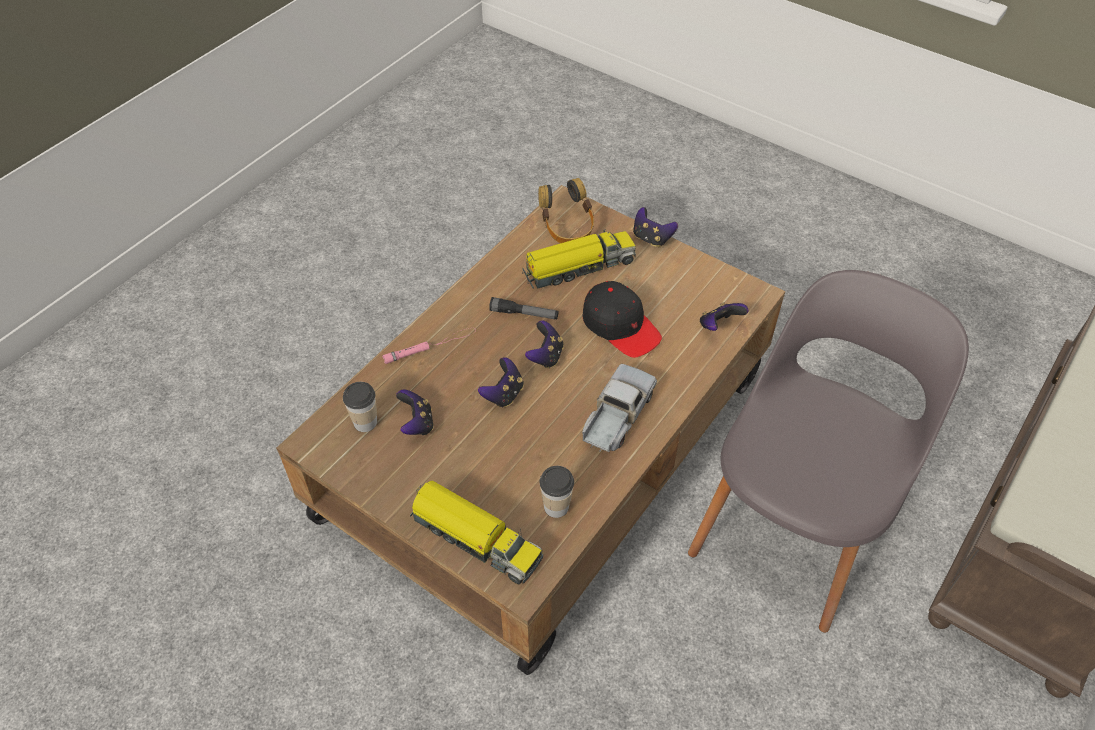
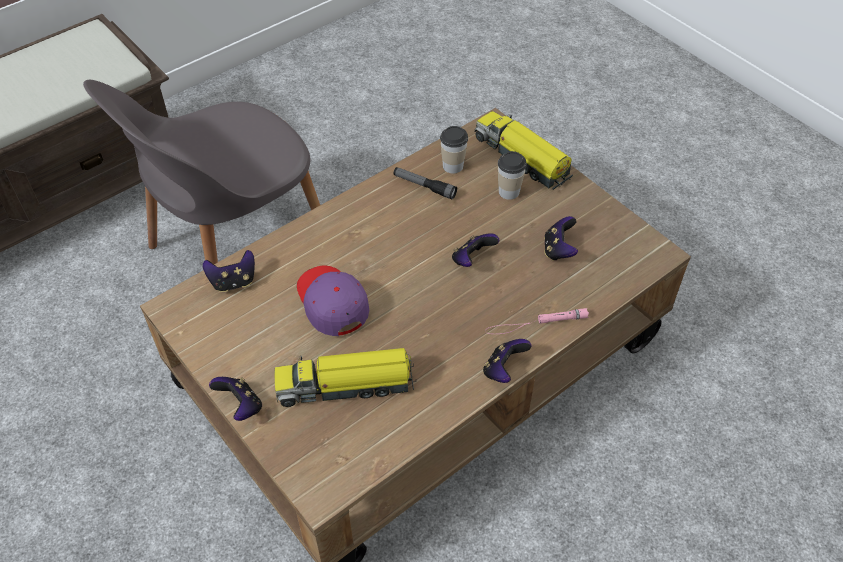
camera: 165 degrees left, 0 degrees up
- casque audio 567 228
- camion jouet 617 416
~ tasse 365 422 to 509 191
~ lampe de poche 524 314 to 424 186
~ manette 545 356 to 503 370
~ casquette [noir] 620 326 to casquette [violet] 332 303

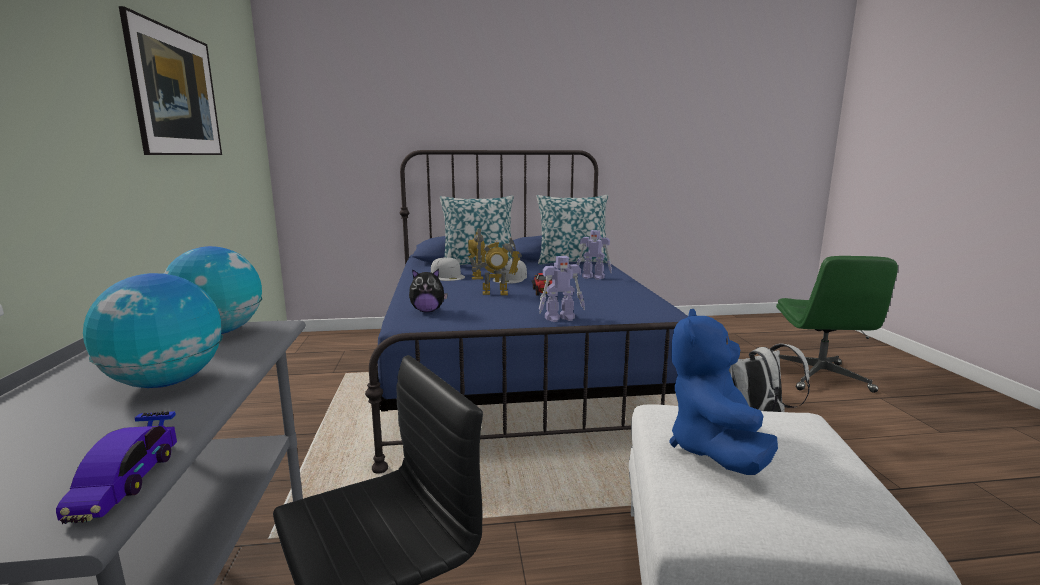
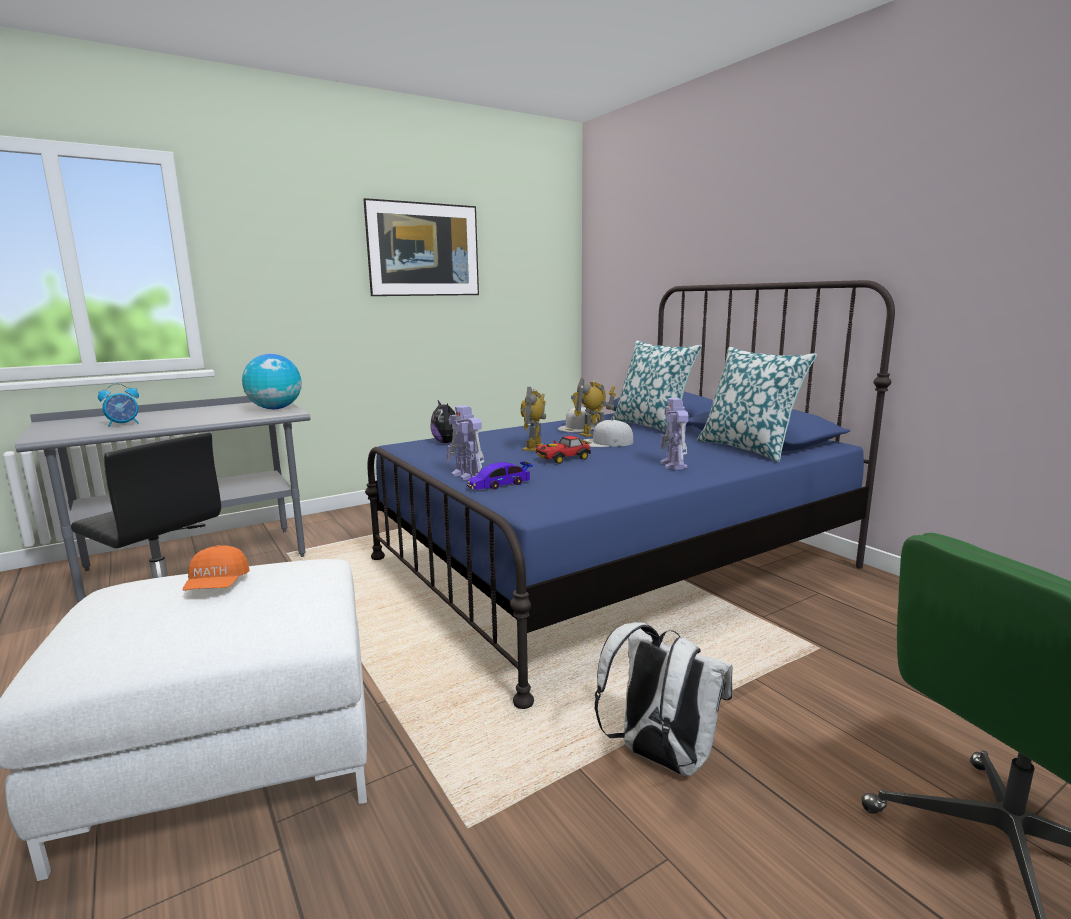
camera: 65 degrees right, 0 degrees up
- globe 165 383
+ réveil 124 424
~ petite voiture 126 480 to 500 485
~ peluche [bleu] 715 450 to casquette [orange] 217 585
~ robot jouet 495 293 = 534 447 45 degrees clockwise

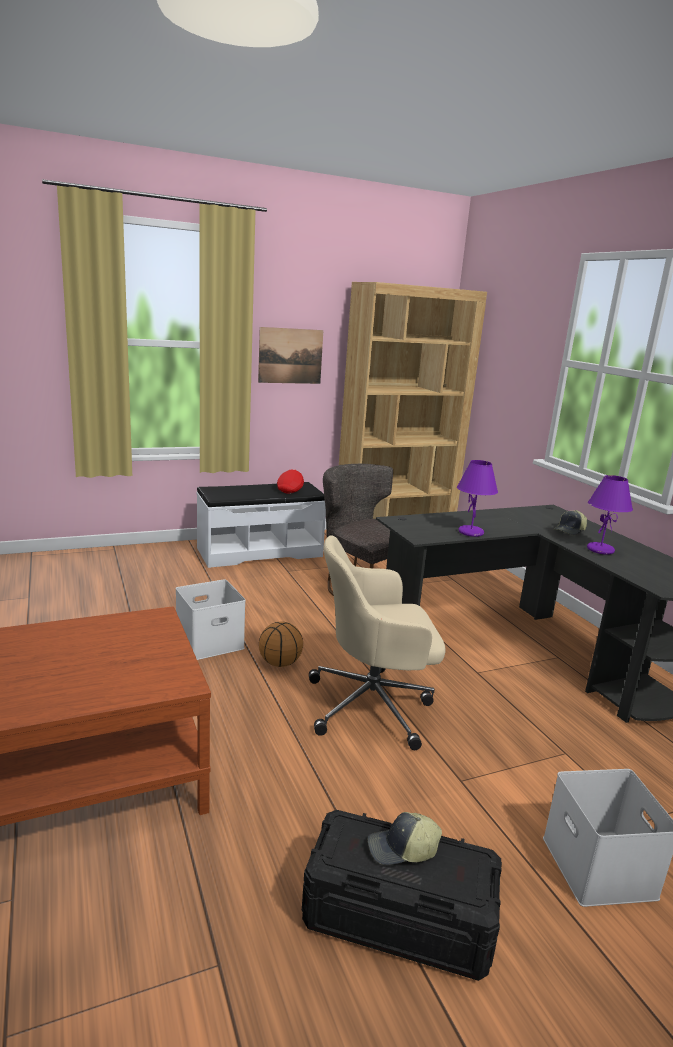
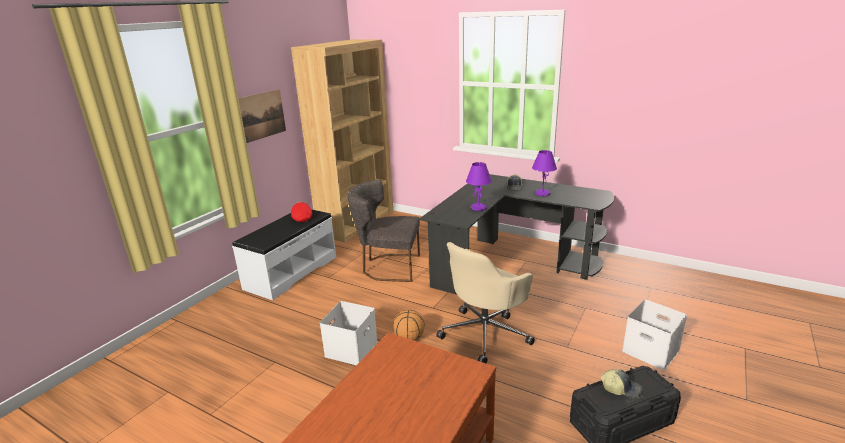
camera: 35 degrees left, 5 degrees up
~ casquette 402 850 = 621 388 120 degrees counterclockwise

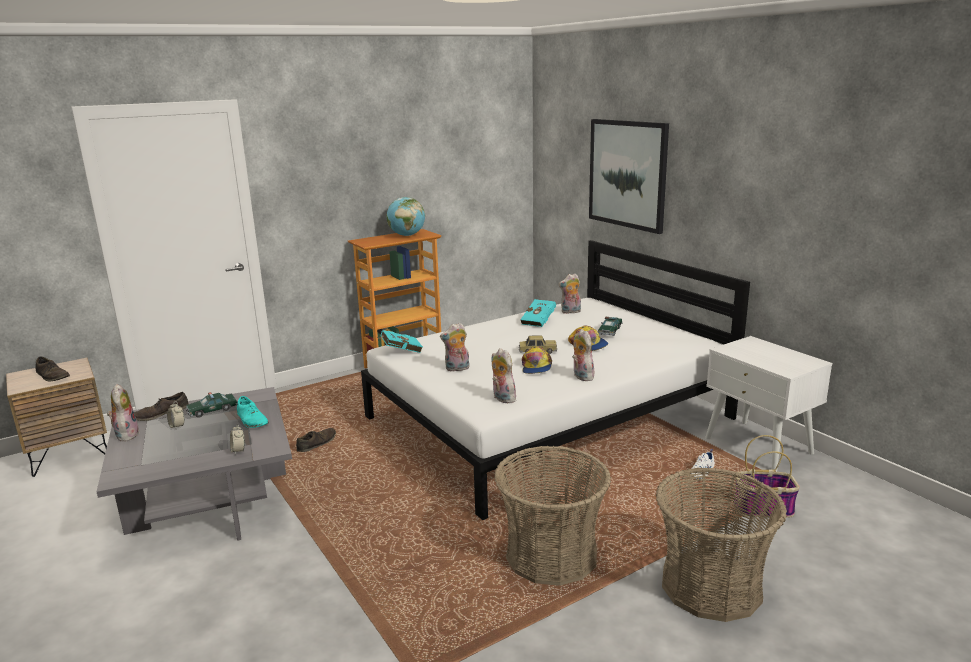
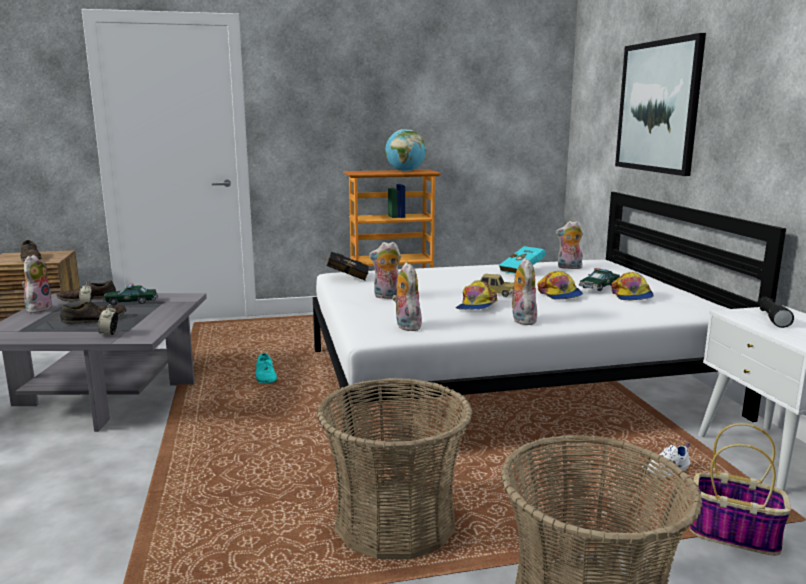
camera: 20 degrees right, 5 degrees down
+ casquette 631 295
+ lampe de poche [noir] 771 318
~ chaussure [turquoise] 252 420 to 266 377
~ chaussure [marron] 317 443 to 95 320
~ livre [turquoise] 400 351 to livre [noir] 346 277

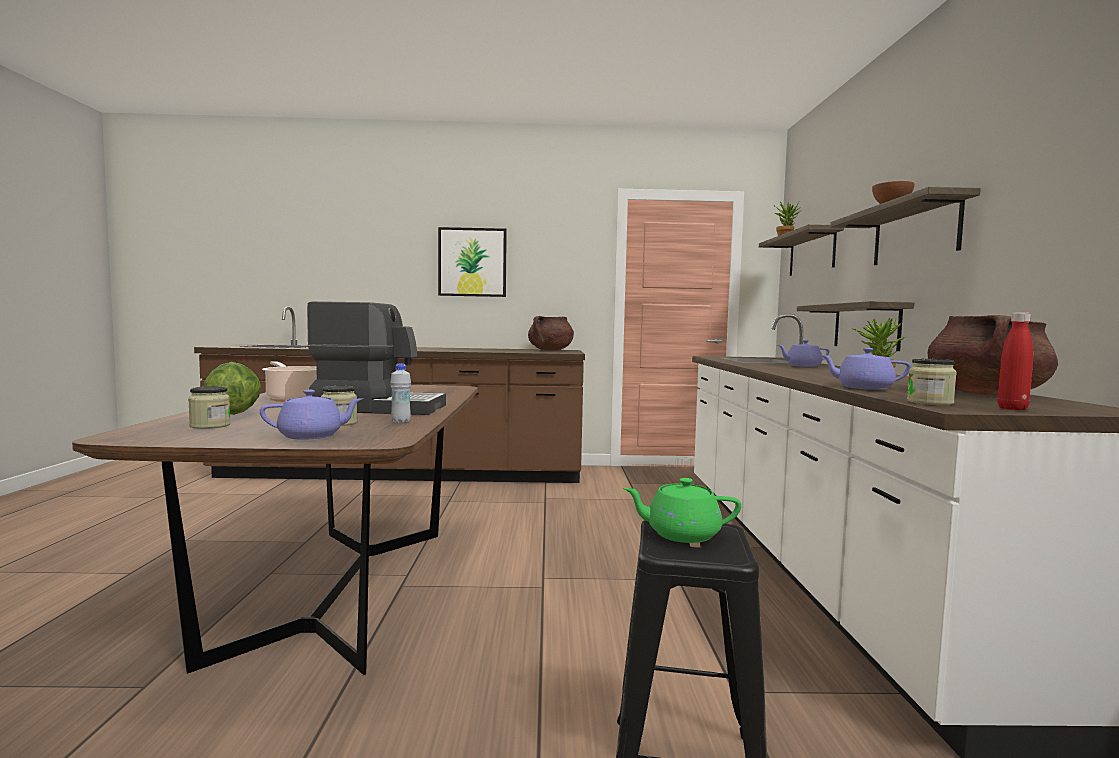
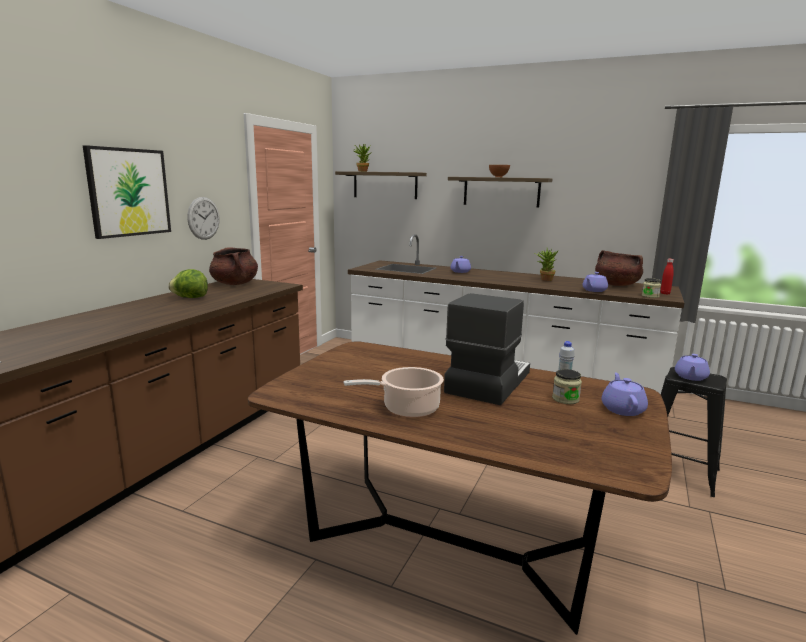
camera: 65 degrees left, 10 degrees up
- bocal 210 426
- étagère 866 326
+ horloge murale 203 218
~ laitue 233 413 to 190 298
~ théière [vert] 681 534 to théière [violet] 690 377

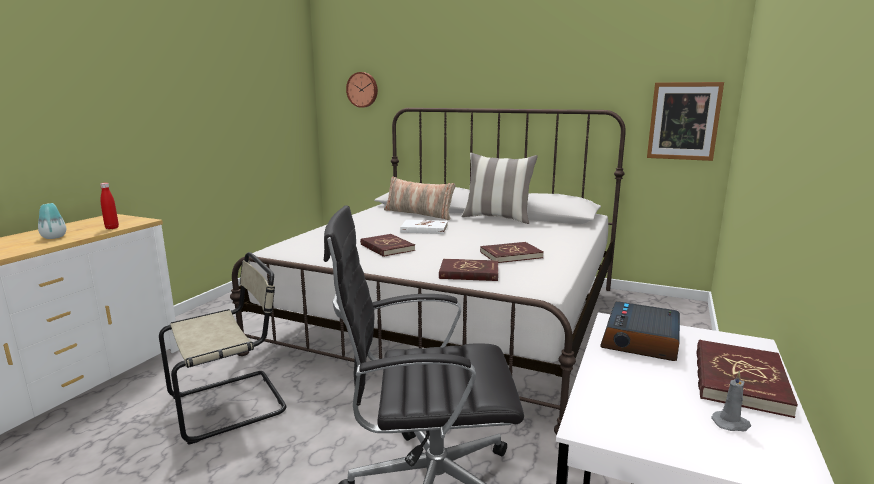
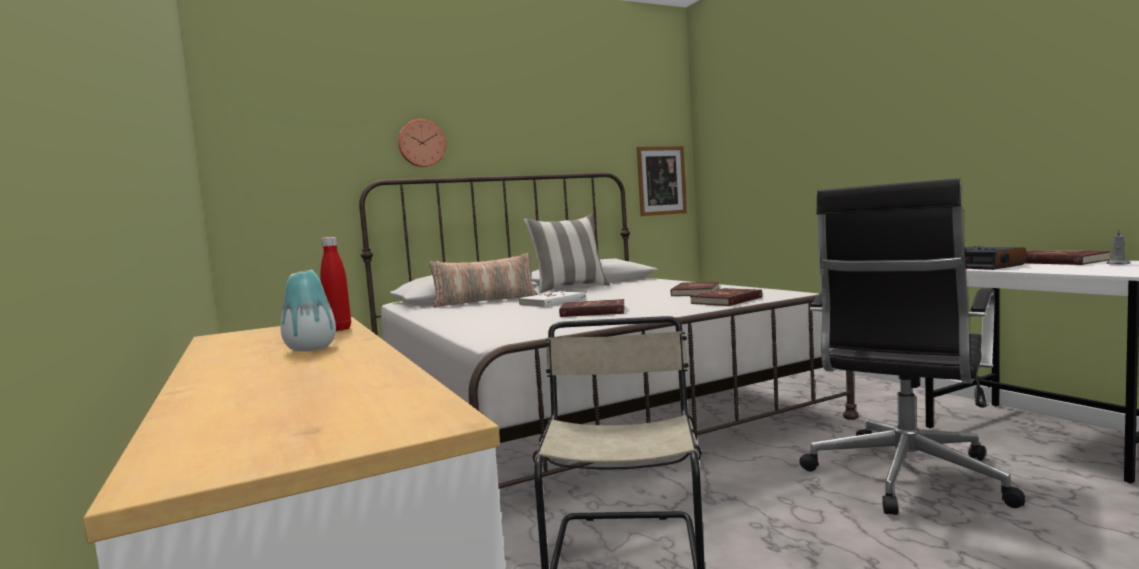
camera: 50 degrees left, 10 degrees down
~ horloge murale 362 89 to 421 143

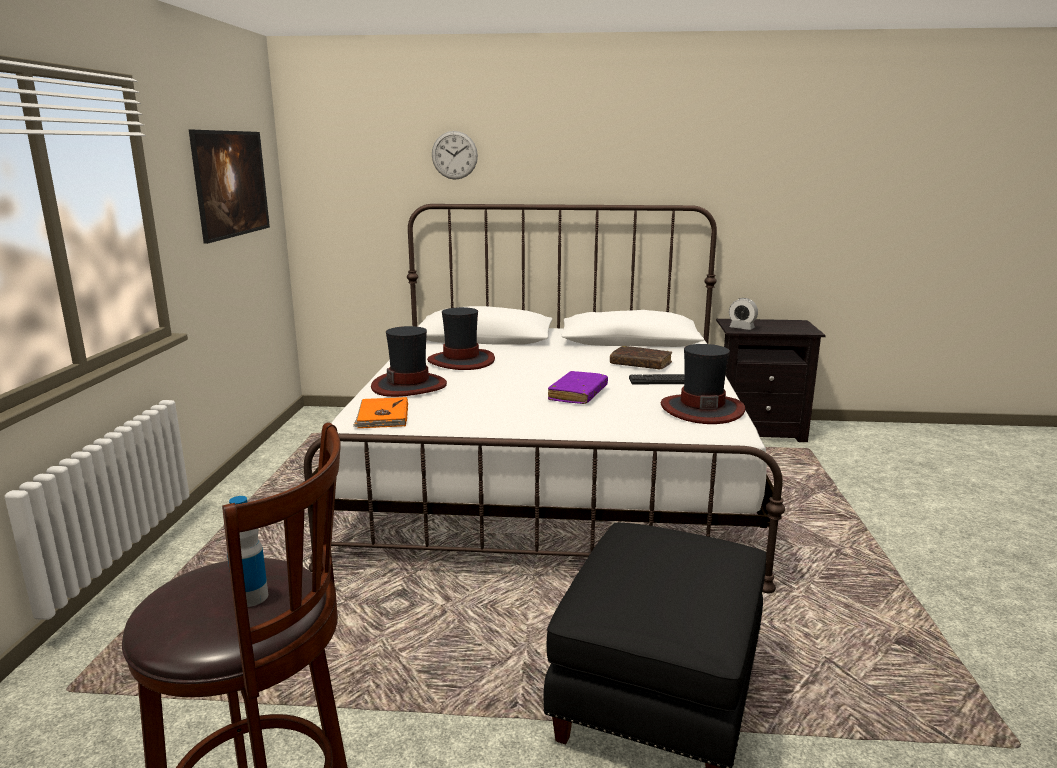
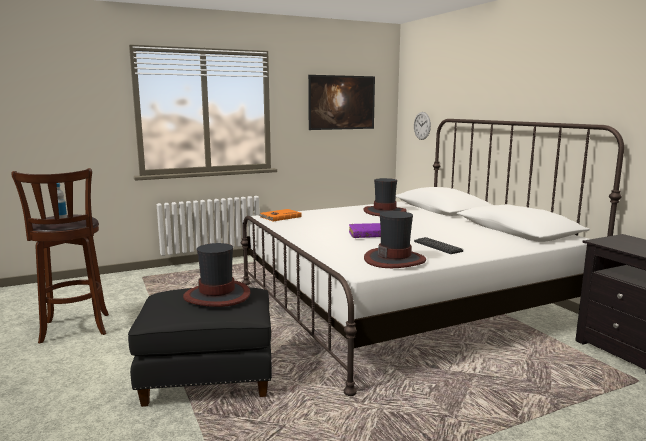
camera: 60 degrees right, 5 degrees down
- livre [marron] 640 364
- réveil 741 328
~ chapeau 409 386 to 217 295
~ horloge murale 454 155 to 422 125

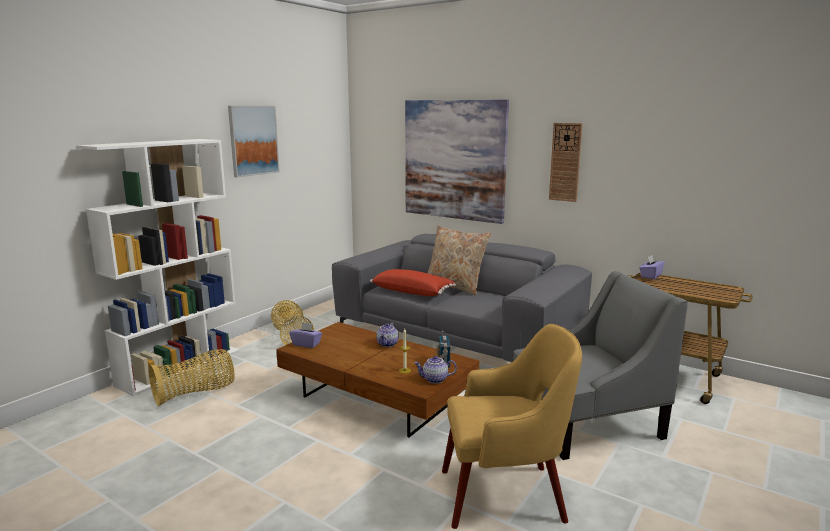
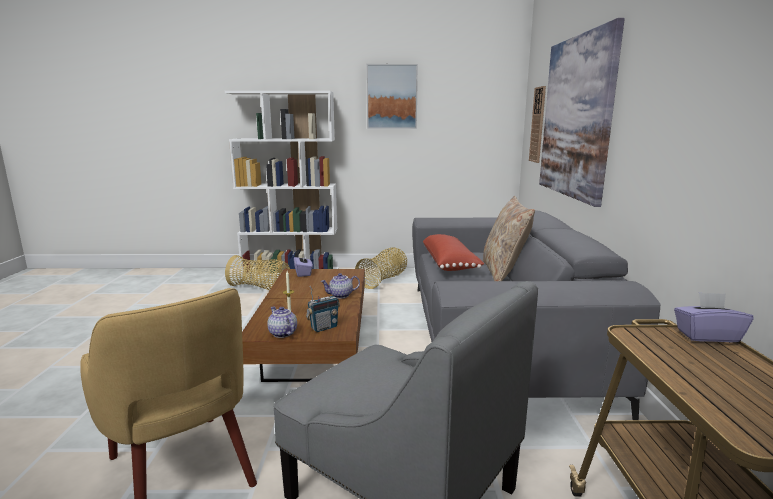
camera: 55 degrees right, 0 degrees up
~ horloge murale 565 162 to 538 125

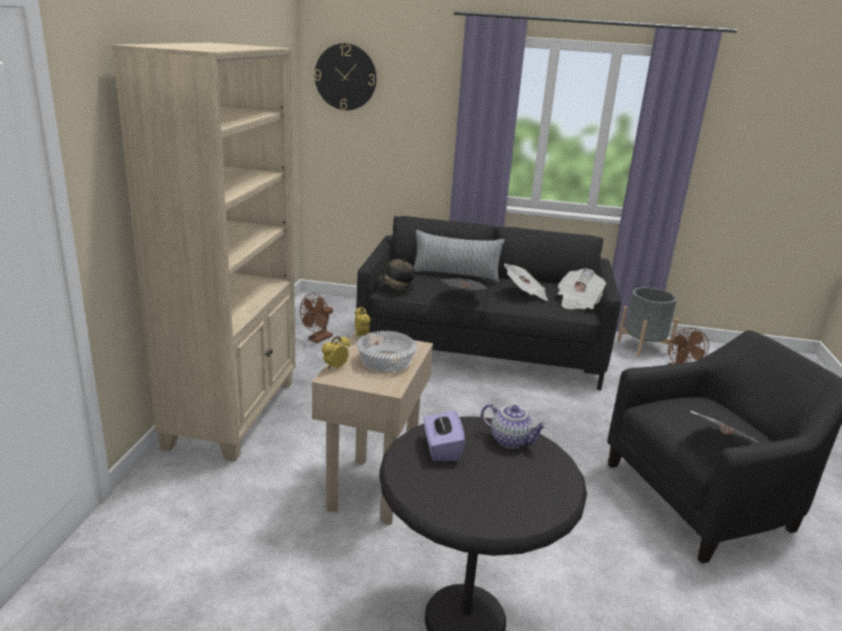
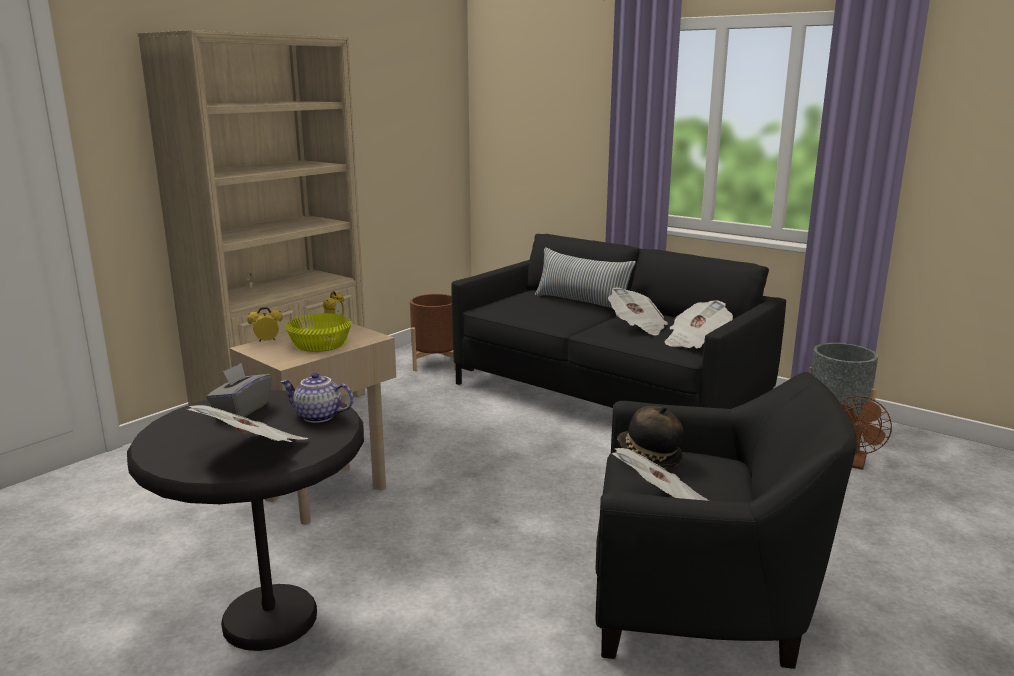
camera: 30 degrees right, 5 degrees down
- horloge murale 345 77
~ chapeau 396 287 to 648 456
~ journal 463 297 to 252 451
~ ventilateur [marron] 317 339 to cache-pot [marron] 436 363
~ bol [blanc] 386 361 to bol [jaune] 321 343
~ boîte à mouchoirs [violet] 441 449 to boîte à mouchoirs [gris] 241 410
~ théière 511 440 = 317 417 135 degrees clockwise

